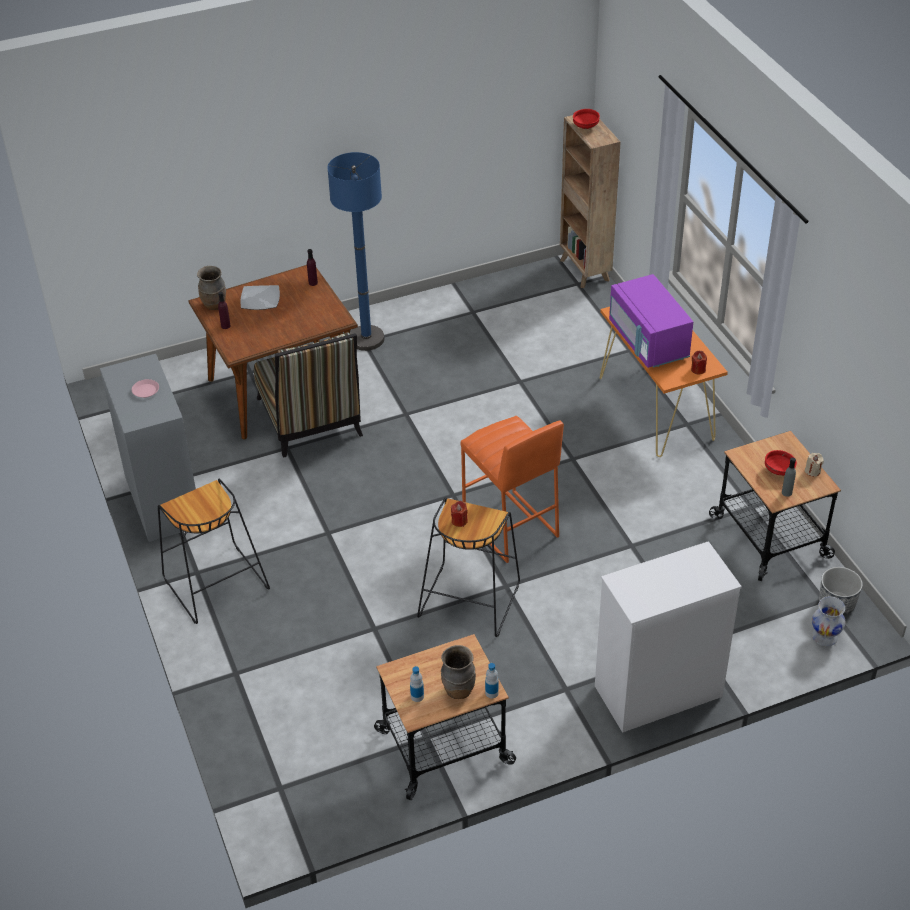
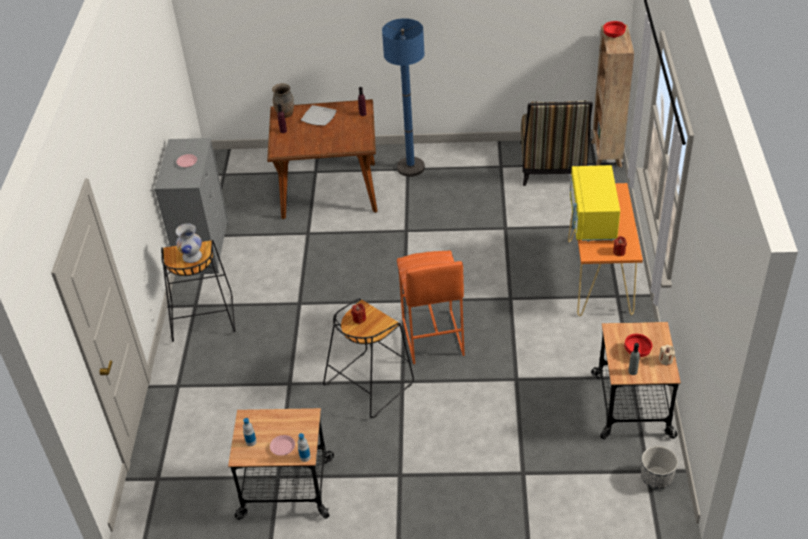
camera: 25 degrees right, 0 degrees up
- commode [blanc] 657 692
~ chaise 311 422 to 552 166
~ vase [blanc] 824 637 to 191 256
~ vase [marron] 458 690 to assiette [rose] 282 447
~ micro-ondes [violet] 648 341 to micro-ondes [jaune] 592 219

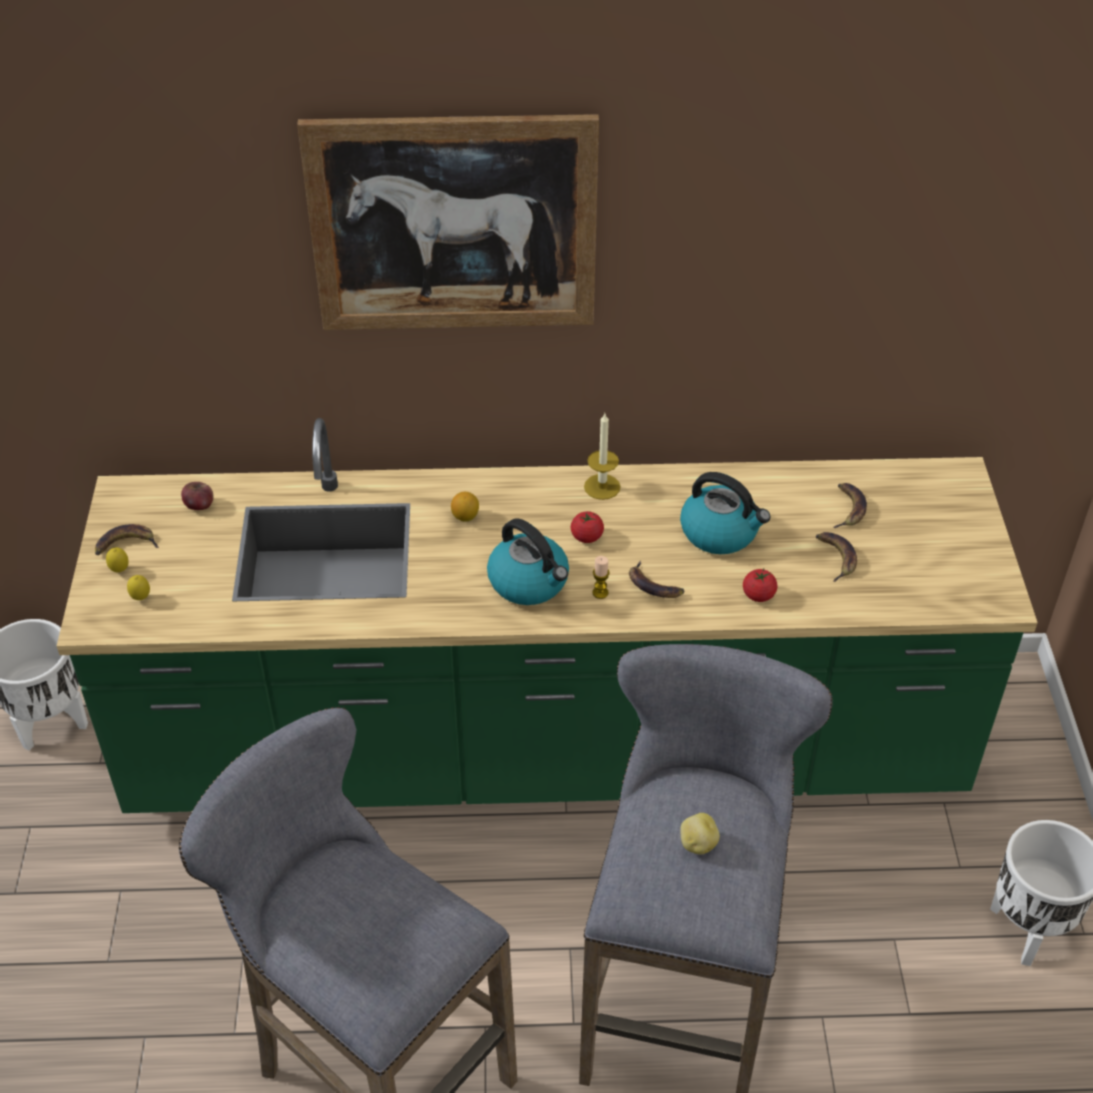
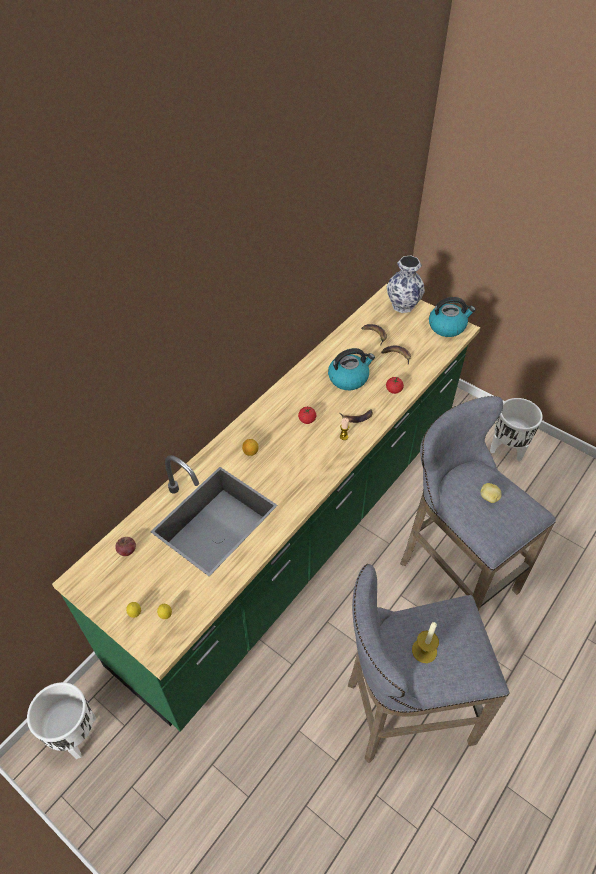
camera: 50 degrees left, 5 degrees up
- banane 125 544
- tableau 453 224
+ vase 402 306
~ bouilloire 530 582 to 447 326
~ bougie 602 487 to 424 650

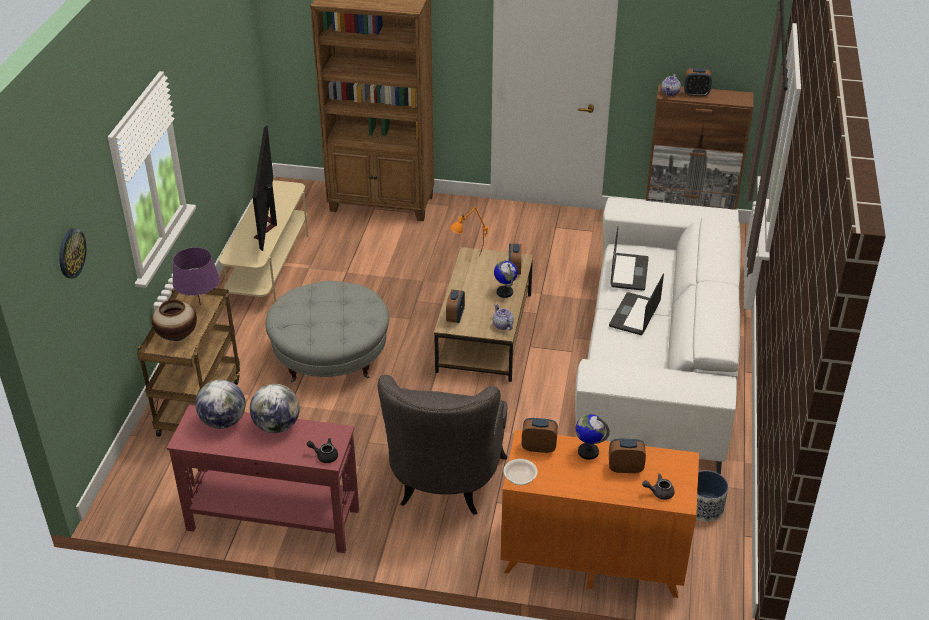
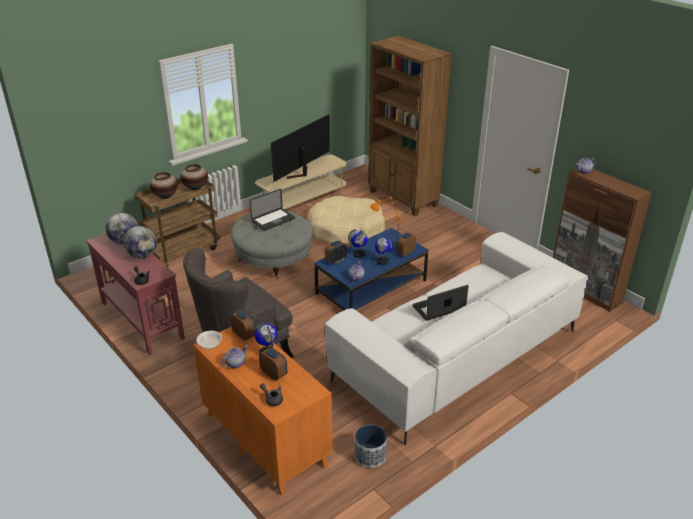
camera: 40 degrees right, 5 degrees down
- horloge murale 71 253
- réveil 696 94
+ théière 235 363
+ panier pour chien [beige] 346 229
+ globe 359 254
~ ordinateur portable 629 272 to 273 220
~ lampe de table [violet] 200 305 to vase 195 188
~ table basse [marron] 485 333 to table basse [bleu] 371 287

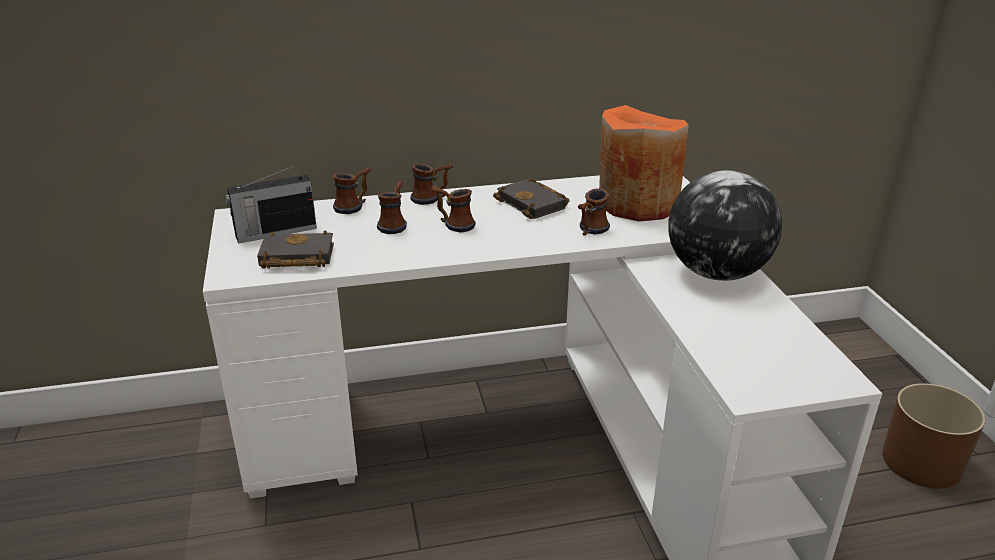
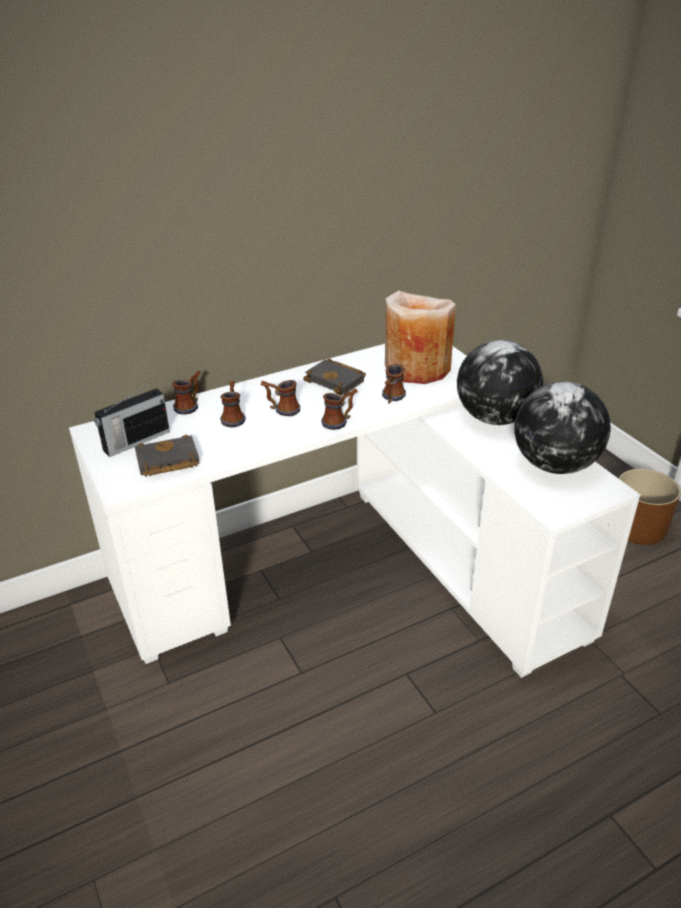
camera: 15 degrees left, 5 degrees up
+ globe 554 465
~ mug 432 198 to 340 421
~ vase [orange] 637 203 to vase [beige] 416 368

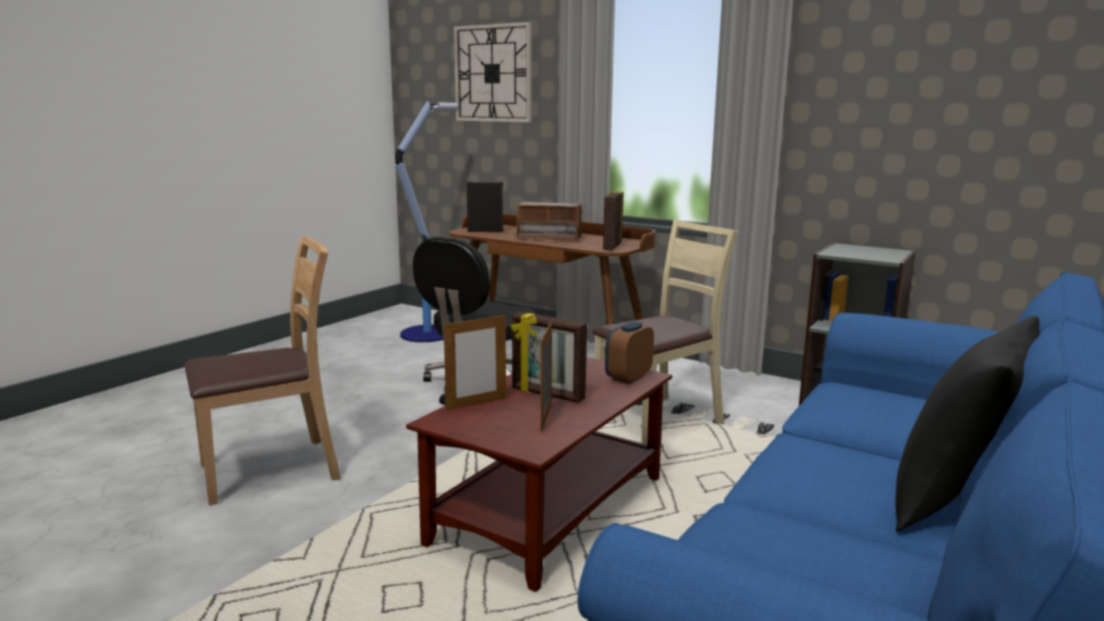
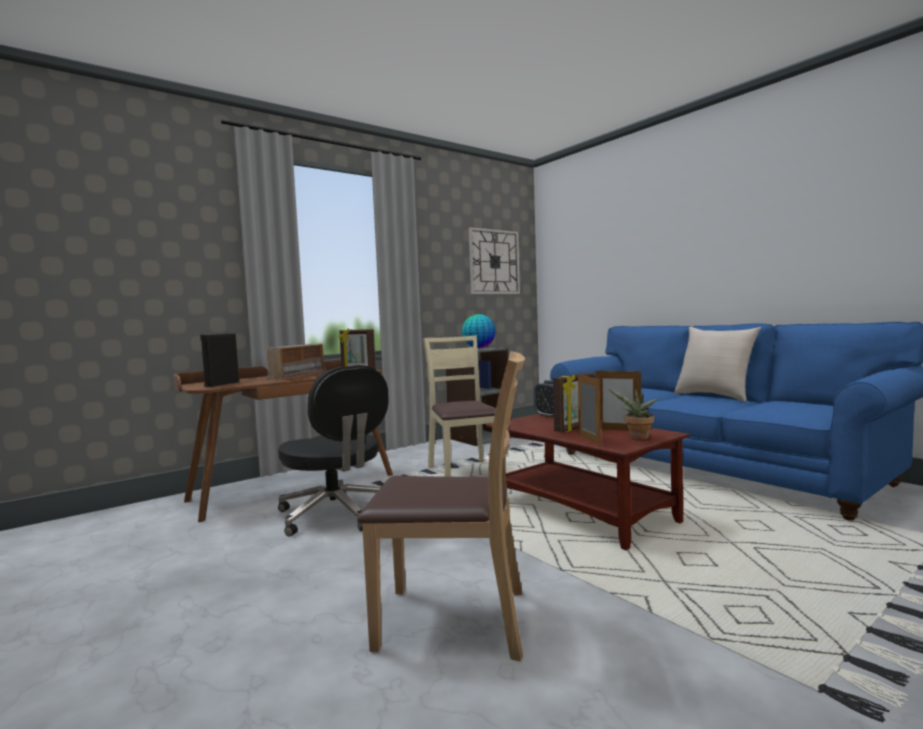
camera: 70 degrees left, 10 degrees down
- lampadaire 428 334
+ globe 479 348
+ plante en pot 637 438
~ horloge murale 493 73 to 494 262
~ coussin [noir] 955 501 to coussin [beige] 715 396
~ chaise [marron] 272 470 = 455 620 105 degrees clockwise

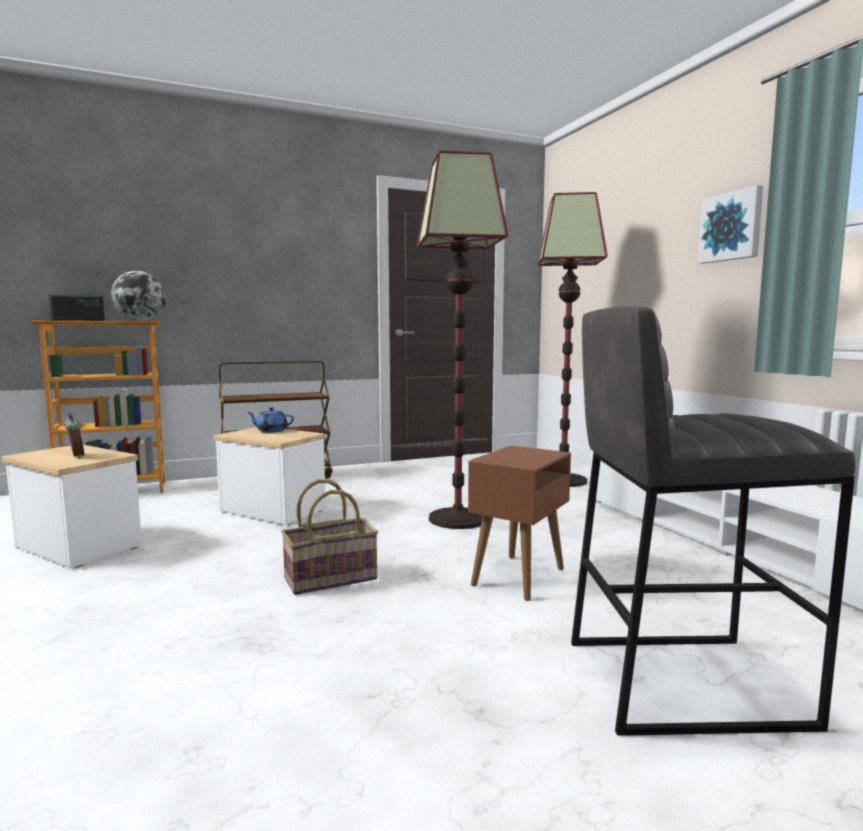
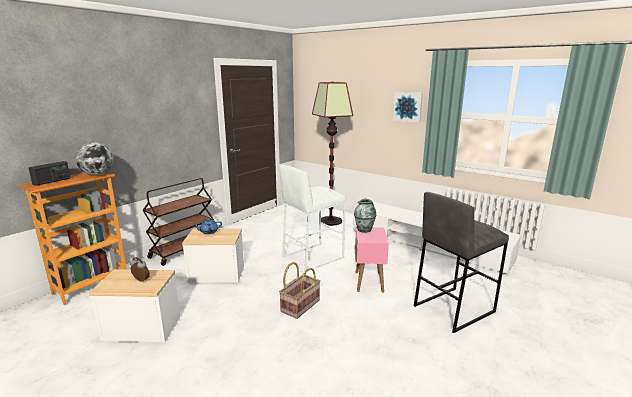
camera: 30 degrees left, 10 degrees up
+ vase 364 230
~ lampadaire 457 519 to tabouret [blanc] 312 257
~ table d'appoint [marron] 518 577 to table d'appoint [rose] 369 282

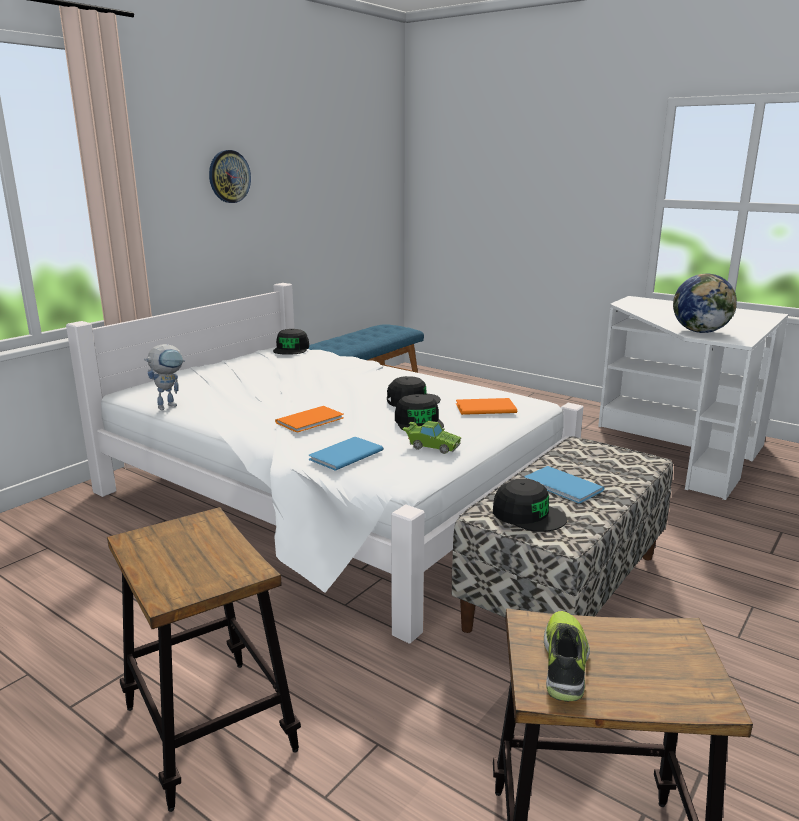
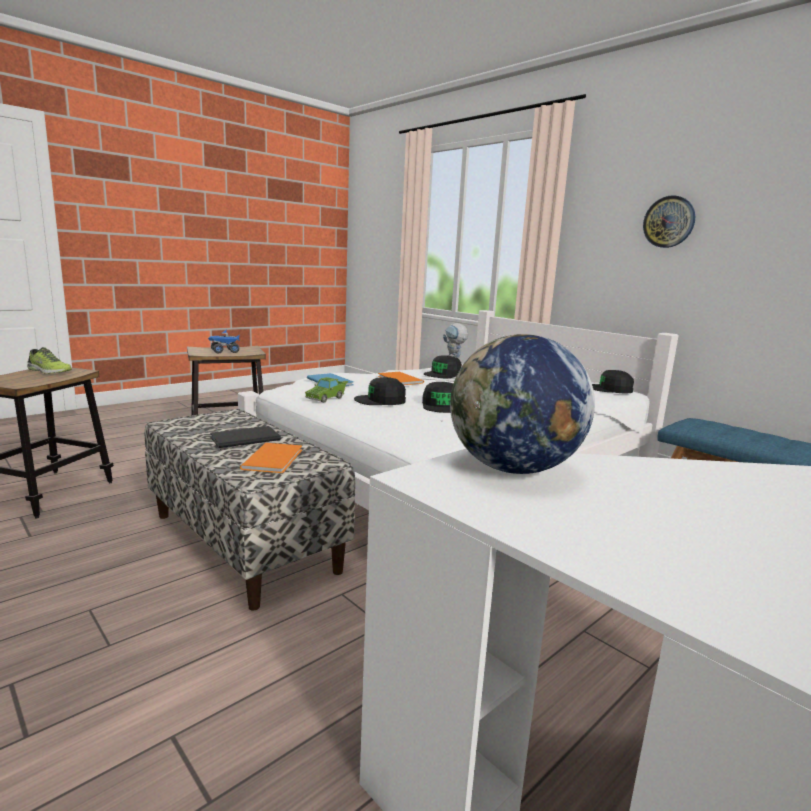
camera: 100 degrees right, 5 degrees down
+ camion jouet 224 352
~ livre [orange] 483 407 to 275 458
~ casquette [noir] 528 515 to 443 374
~ livre [bleu] 563 487 to livre [noir] 243 438

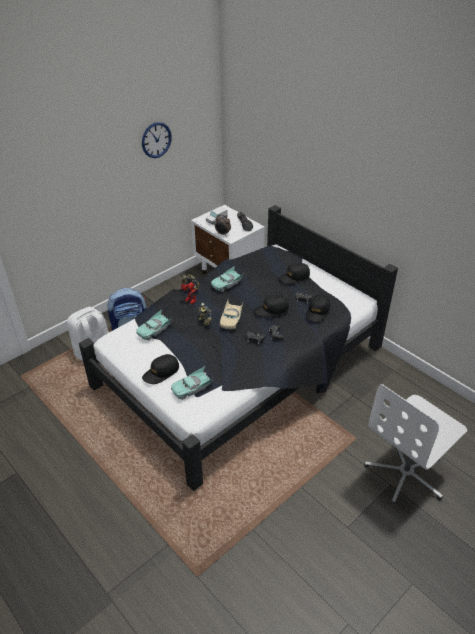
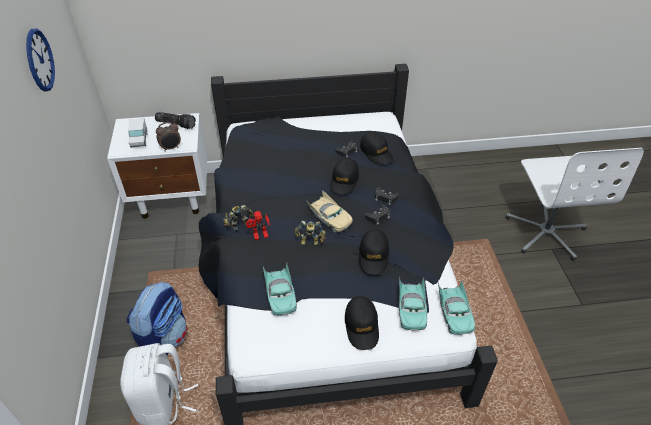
camera: 55 degrees left, 5 degrees up
~ petite voiture [turquoise] 227 284 to 454 313
~ casquette [noir] 294 277 to 374 256

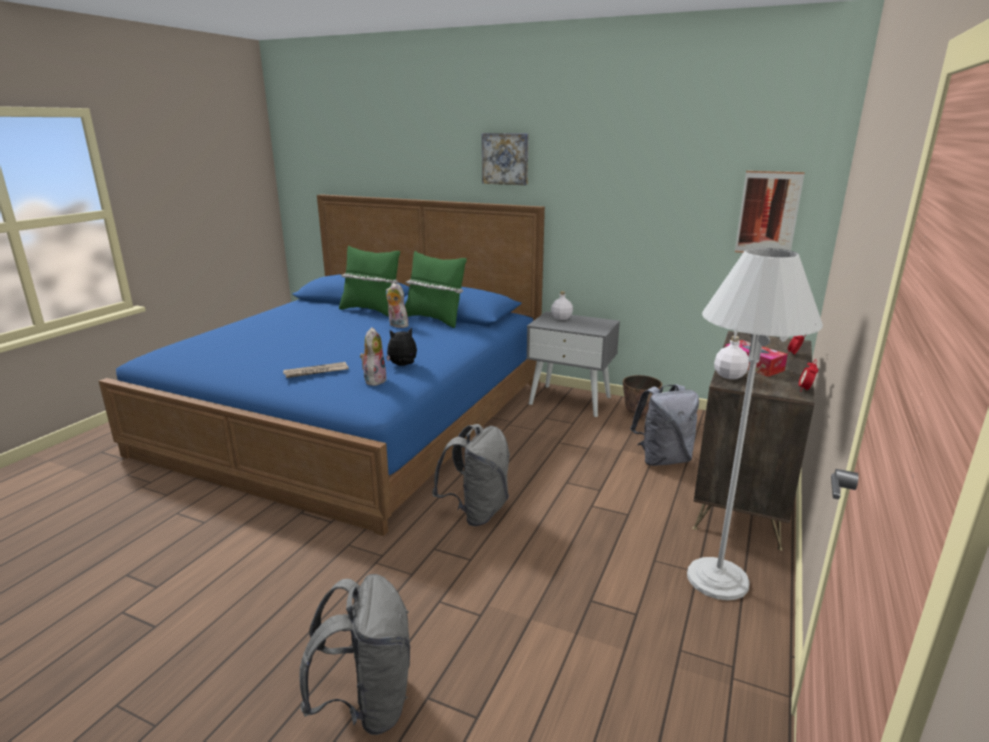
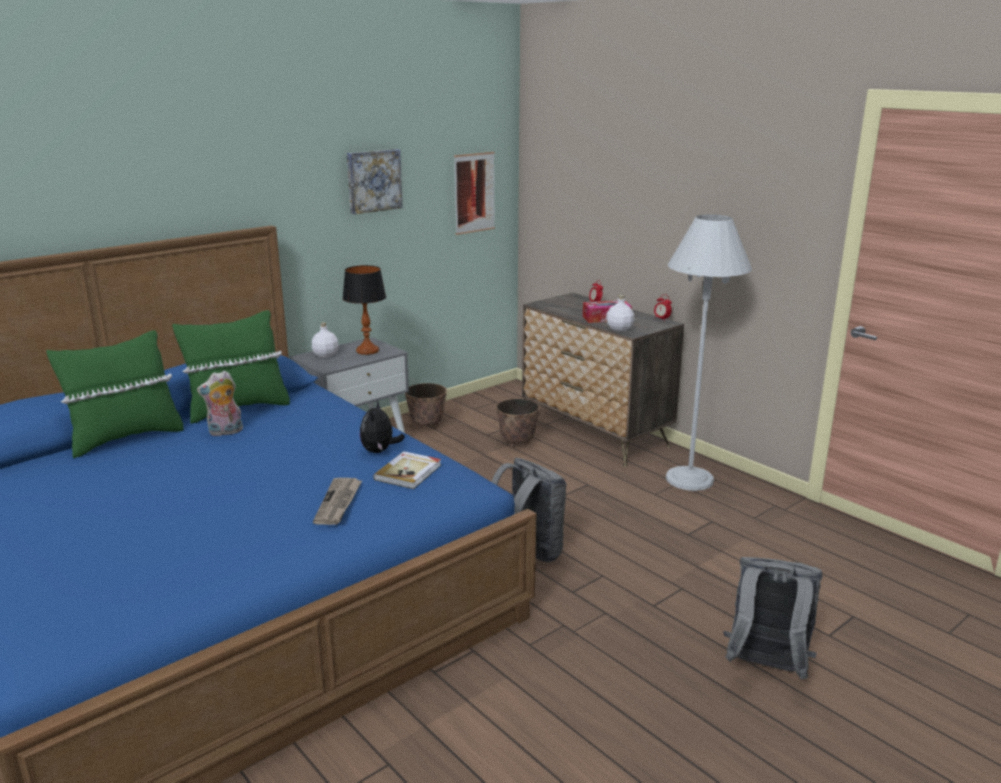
camera: 65 degrees left, 0 degrees up
+ lampe de table 367 350
~ tableau 505 158 to 373 181
~ peluche 374 380 to livre 409 472
~ sac à dos [gris] 663 459 to cache-pot 517 443

